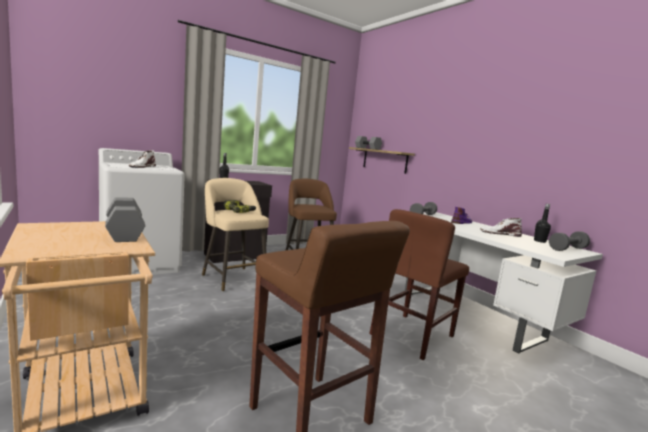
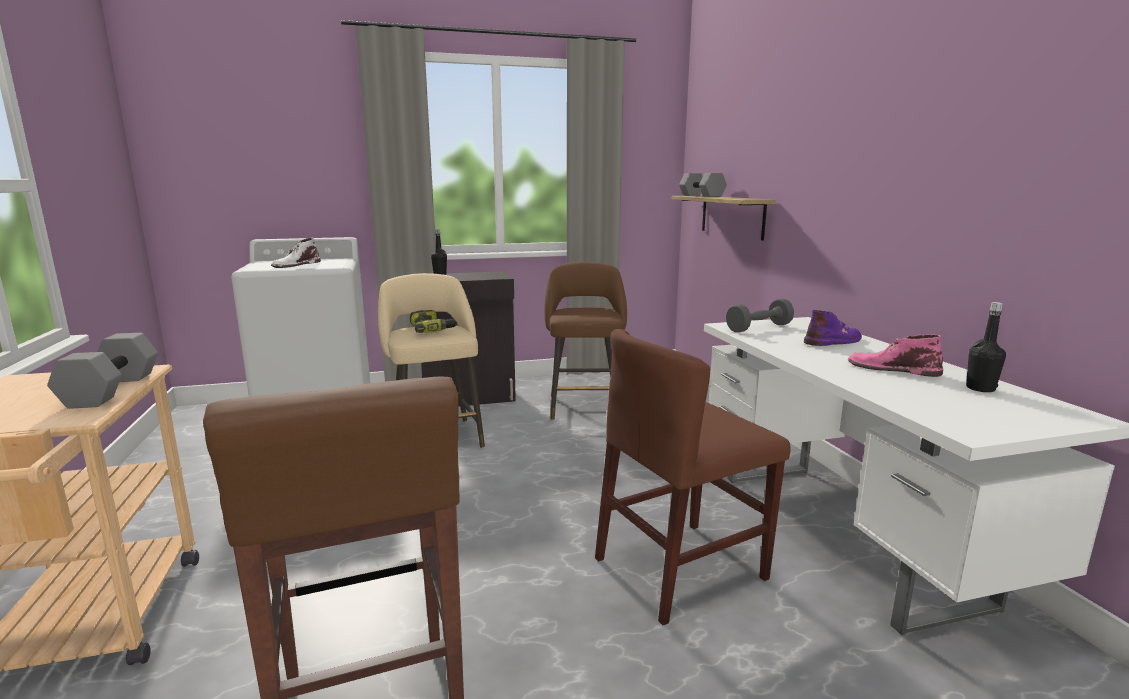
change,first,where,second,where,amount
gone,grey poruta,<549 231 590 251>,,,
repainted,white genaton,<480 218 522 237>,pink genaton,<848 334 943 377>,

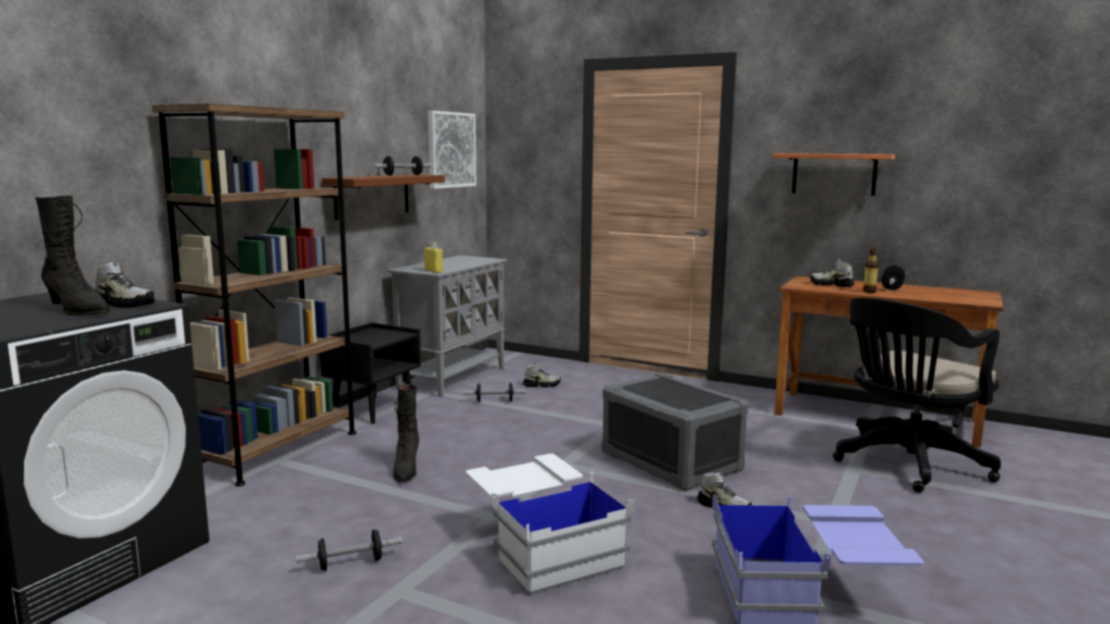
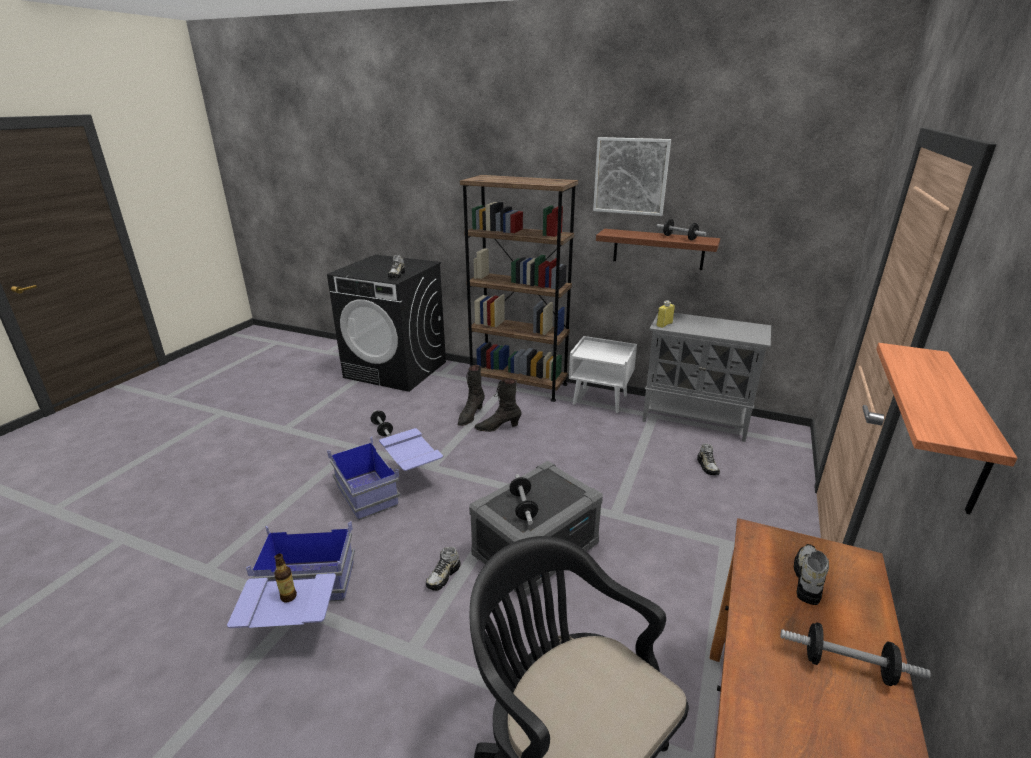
change,first,where,second,where,amount
shifted,black genaton,<36 196 110 316>,,<457 365 485 426>,
shifted,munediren,<428 111 476 189>,,<593 137 671 216>,
shifted,poruta,<464 382 526 402>,,<509 474 538 525>,
shifted,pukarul,<863 247 879 293>,,<274 554 297 603>,
repainted,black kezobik,<319 322 421 424>,white kezobik,<569 336 637 413>,
repainted,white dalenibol,<466 453 634 595>,blue dalenibol,<327 428 443 520>,

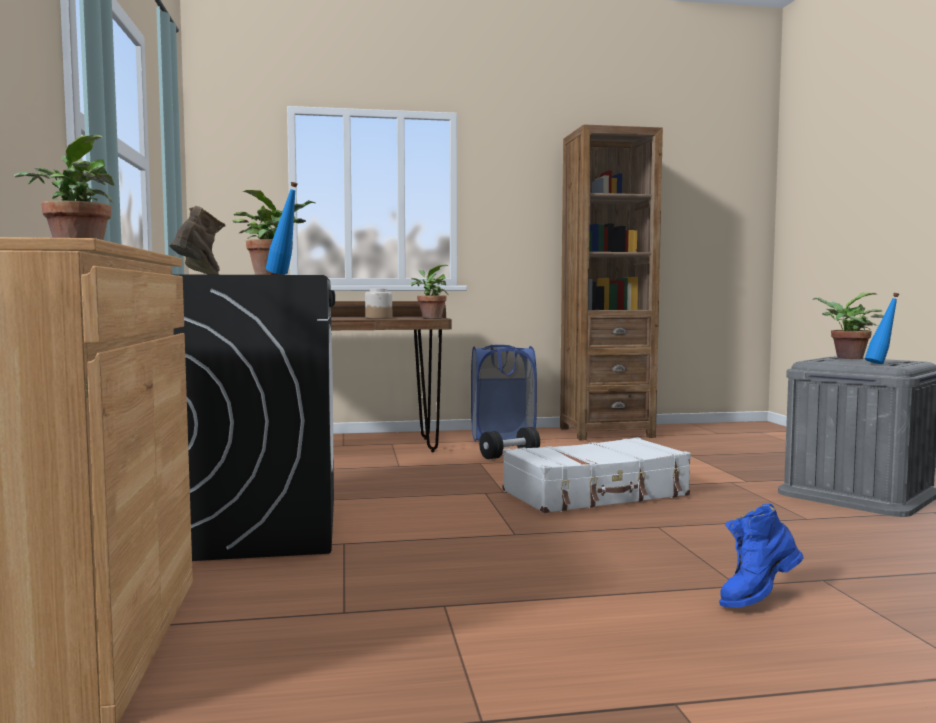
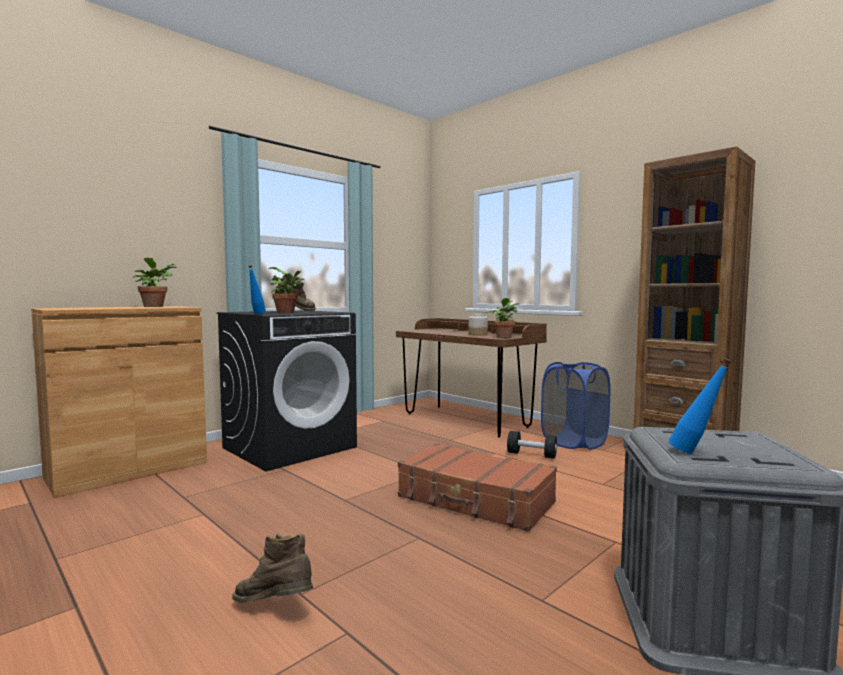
change,first,where,second,where,amount
gone,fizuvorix,<813 293 884 359>,,,
repainted,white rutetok,<502 437 691 513>,brown rutetok,<398 443 557 532>,
repainted,blue genaton,<719 503 804 608>,brown genaton,<232 533 313 603>,

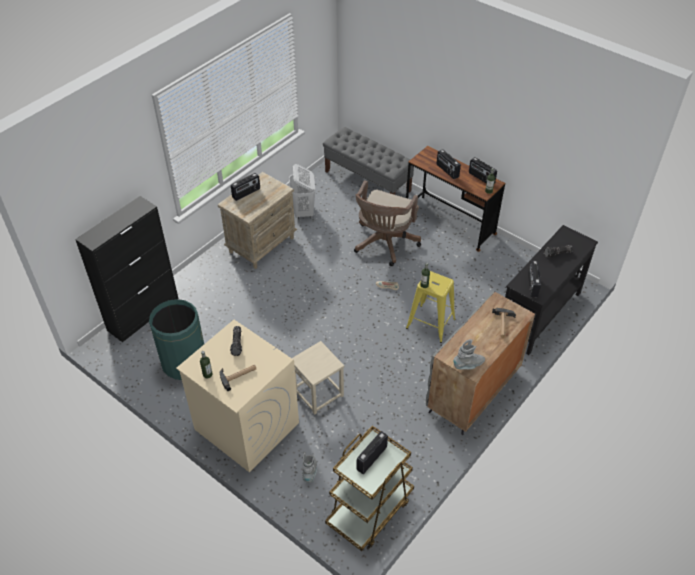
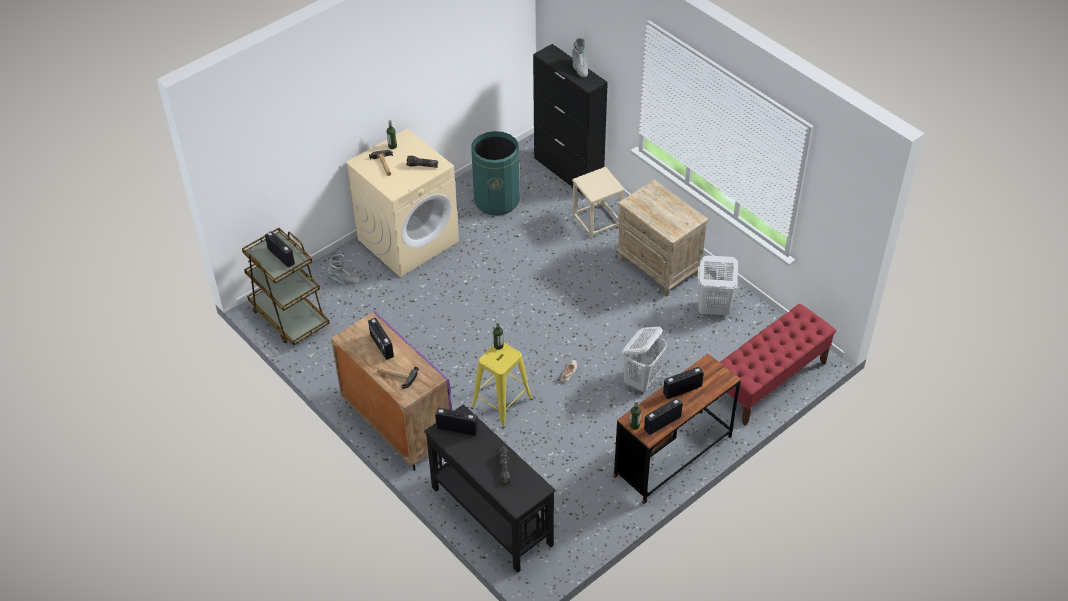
change,first,where,second,where,amount
shifted,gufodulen,<231 173 260 201>,,<368 318 394 360>,
shifted,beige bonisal,<292 341 344 415>,,<572 167 625 238>,
shifted,grey genaton,<453 339 485 370>,,<572 38 588 78>,
swapped,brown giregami,<354 180 421 266>,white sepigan,<622 327 667 392>,
repainted,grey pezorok,<323 127 414 195>,red pezorok,<718 304 836 426>,
repainted,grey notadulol,<426 291 535 435>,purple notadulol,<331 311 452 471>,

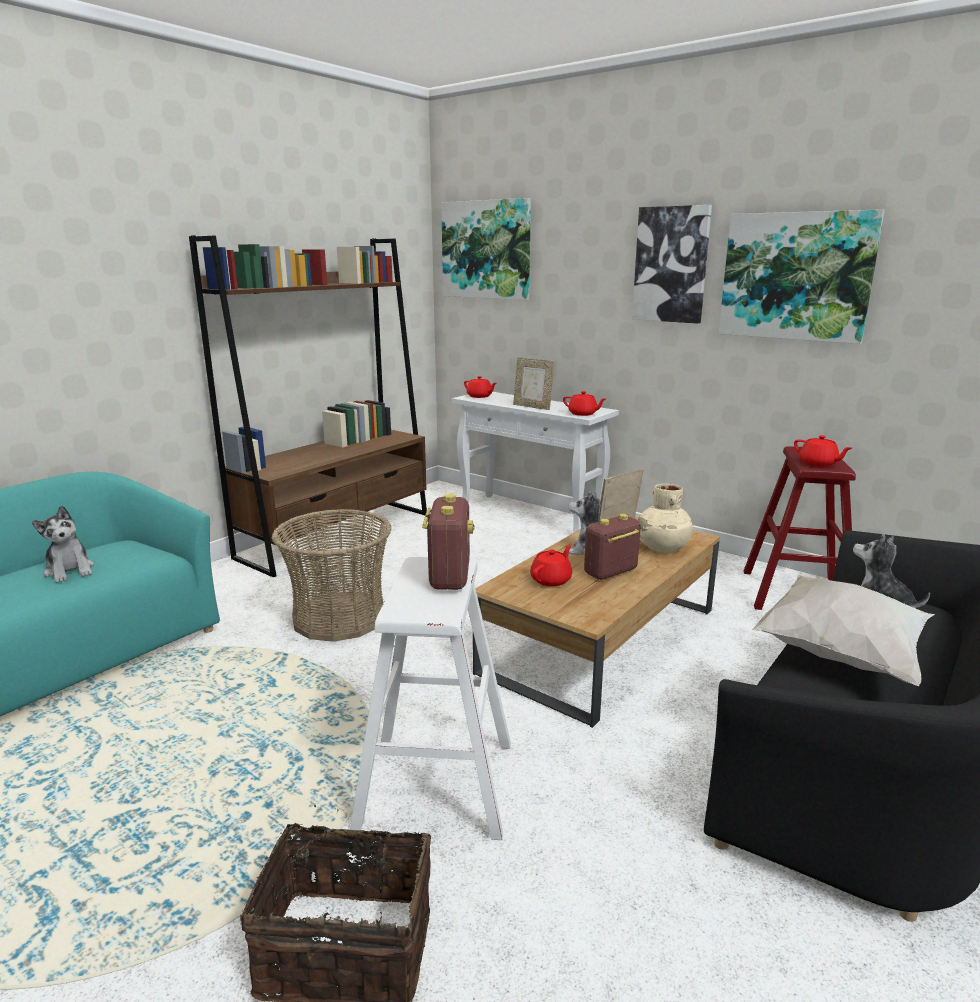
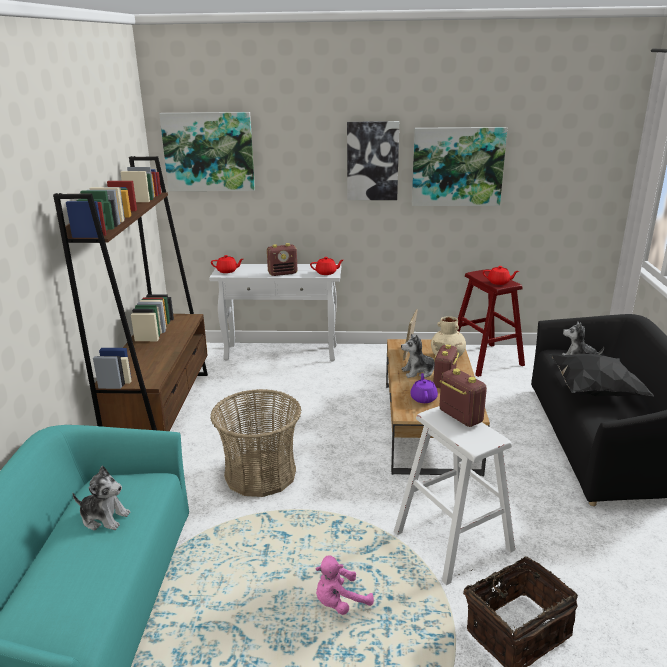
change,first,where,second,where,amount
new,,,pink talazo,<316 555 374 615>,
swapped,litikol,<513 357 555 410>,gufodulen,<267 243 298 276>,
repainted,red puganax,<530 545 572 586>,purple puganax,<410 373 438 403>,
repainted,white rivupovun,<752 574 935 686>,black rivupovun,<550 354 654 396>,

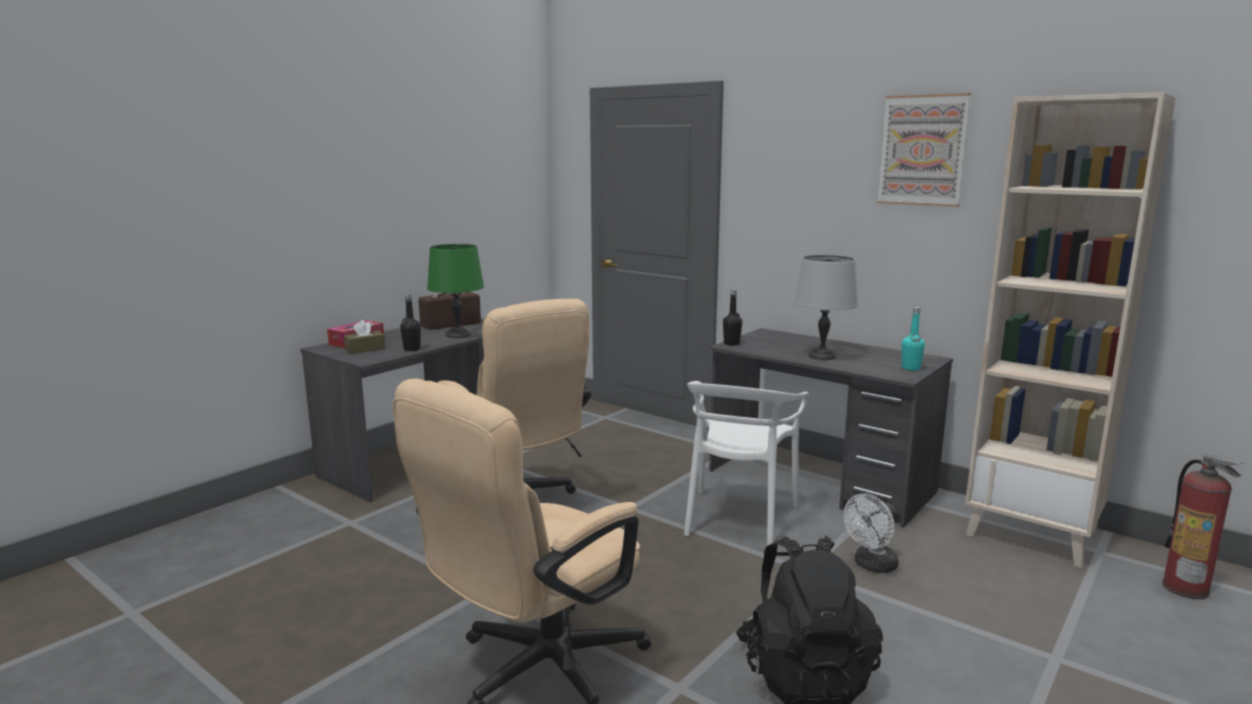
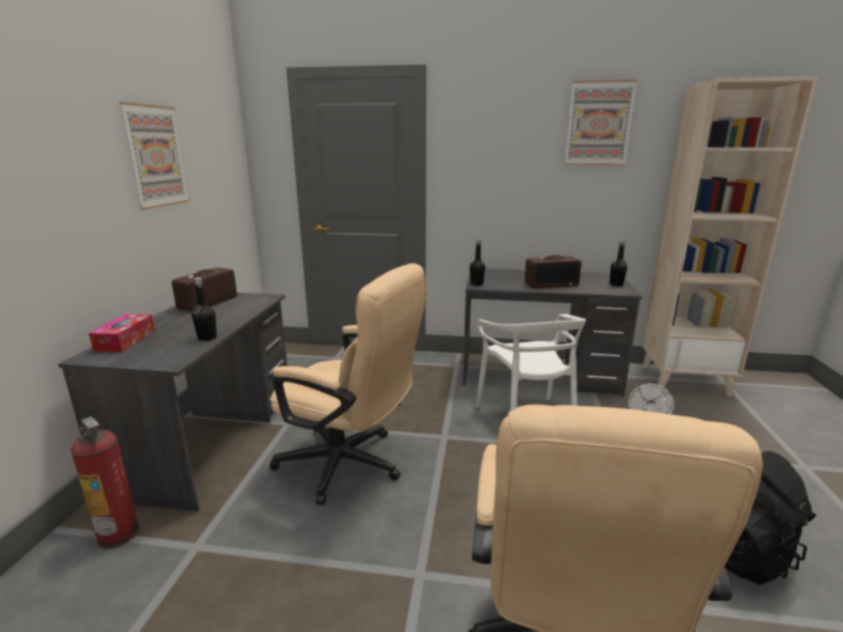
change,first,where,second,where,amount
gone,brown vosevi,<344 320 385 354>,,,
gone,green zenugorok,<427 244 484 338>,,,
new,,,munediren,<119 102 189 210>,
shifted,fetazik,<1162 455 1244 599>,,<71 417 140 549>,
swapped,grey zenugorok,<794 255 858 360>,gufodulen,<525 255 582 288>,
repainted,turquoise pukarul,<902 307 925 371>,black pukarul,<610 240 627 286>,

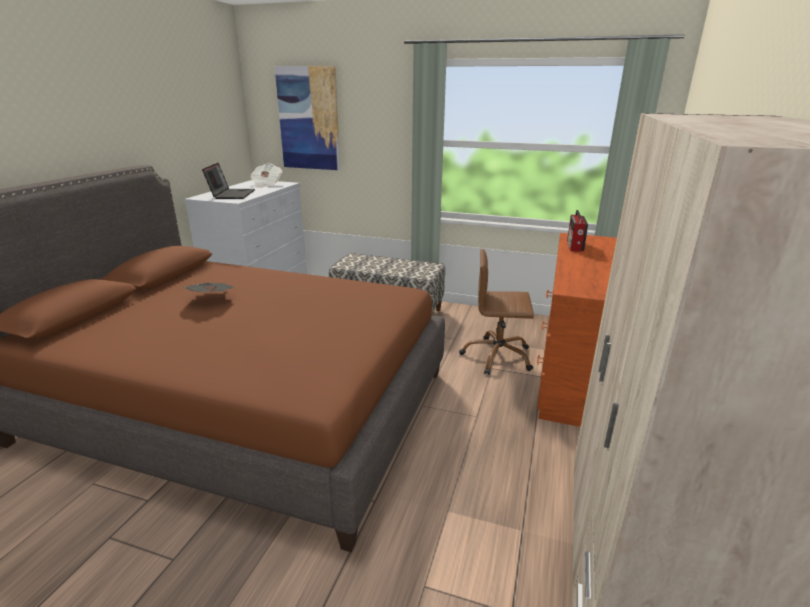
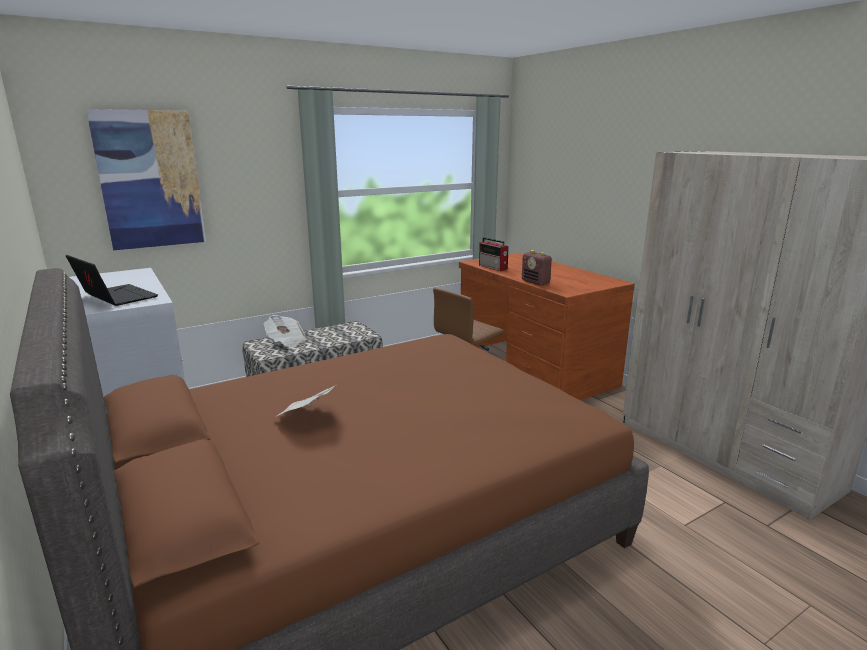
change,first,where,second,where,amount
new,,,gufodulen,<522 250 552 286>,
shifted,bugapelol,<250 163 282 188>,,<263 315 306 348>,

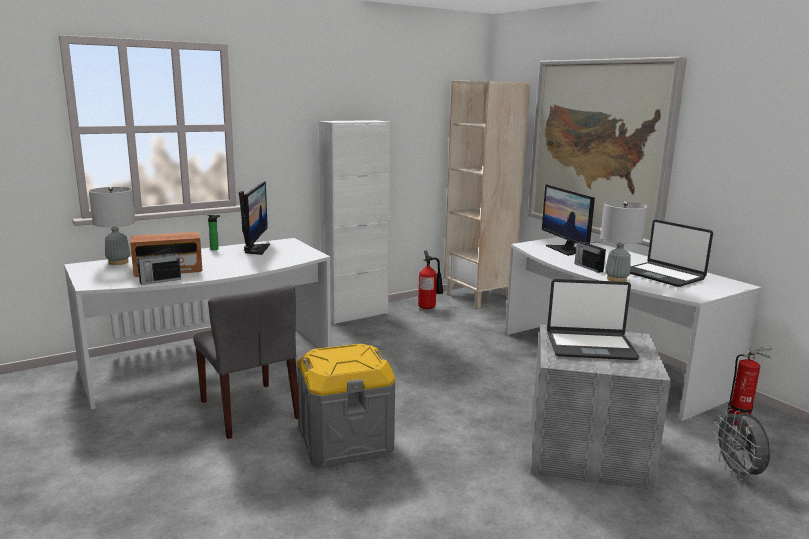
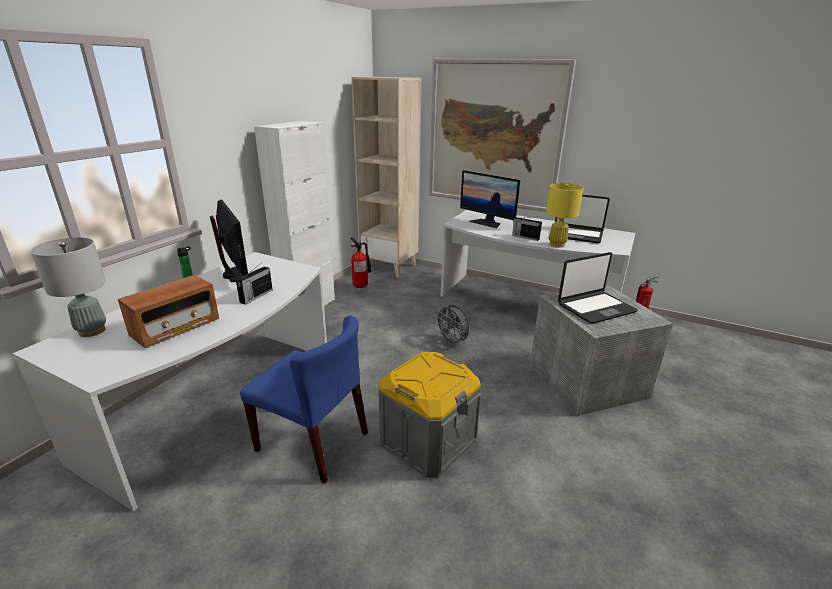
change,first,where,second,where,amount
shifted,gufodulen,<136 248 181 285>,,<236 264 273 305>,
shifted,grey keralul,<713 409 770 480>,,<435 304 469 347>,
repainted,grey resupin,<193 285 299 439>,blue resupin,<240 315 368 484>,
repainted,grey zenugorok,<601 201 647 282>,yellow zenugorok,<546 183 584 248>,

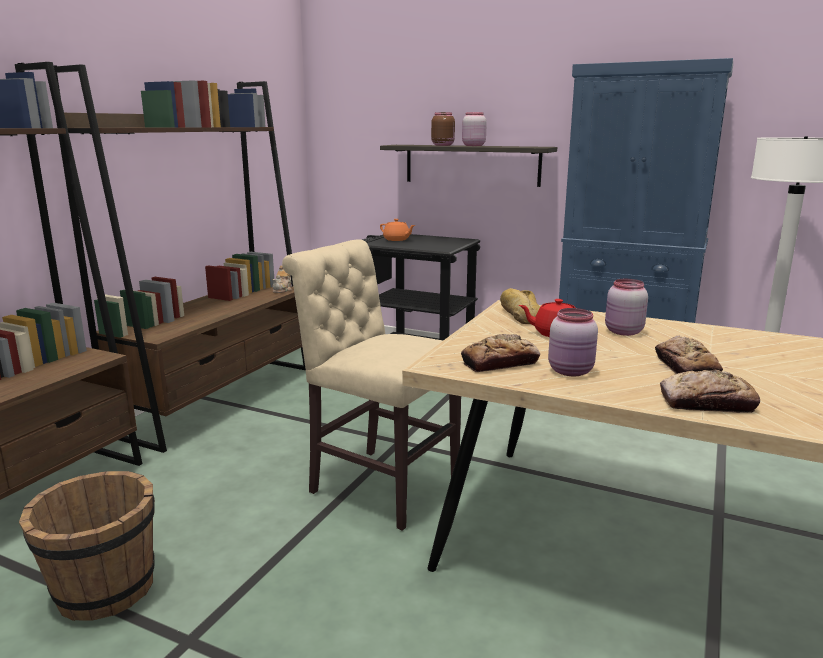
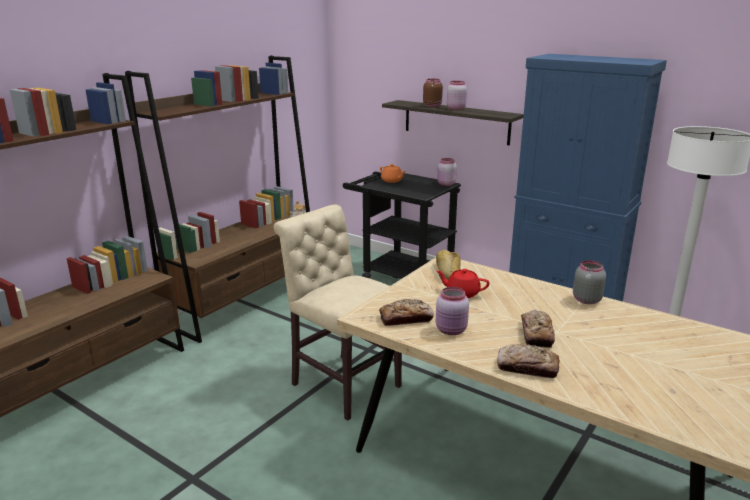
change,first,where,second,where,amount
gone,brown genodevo,<19 471 155 621>,,,
new,,,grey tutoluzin,<573 260 606 304>,
shifted,pink tutoluzin,<605 279 648 336>,,<437 158 457 186>,

